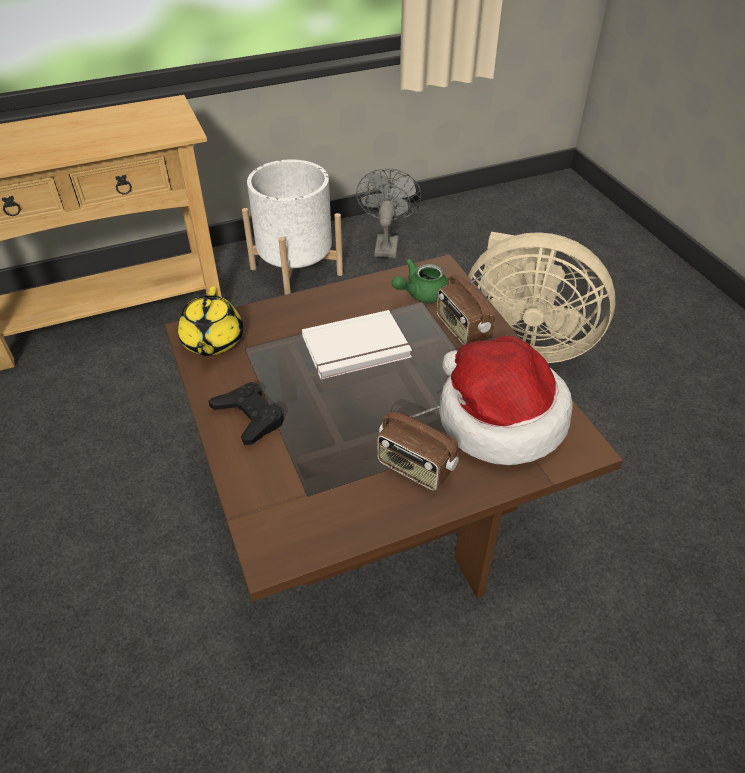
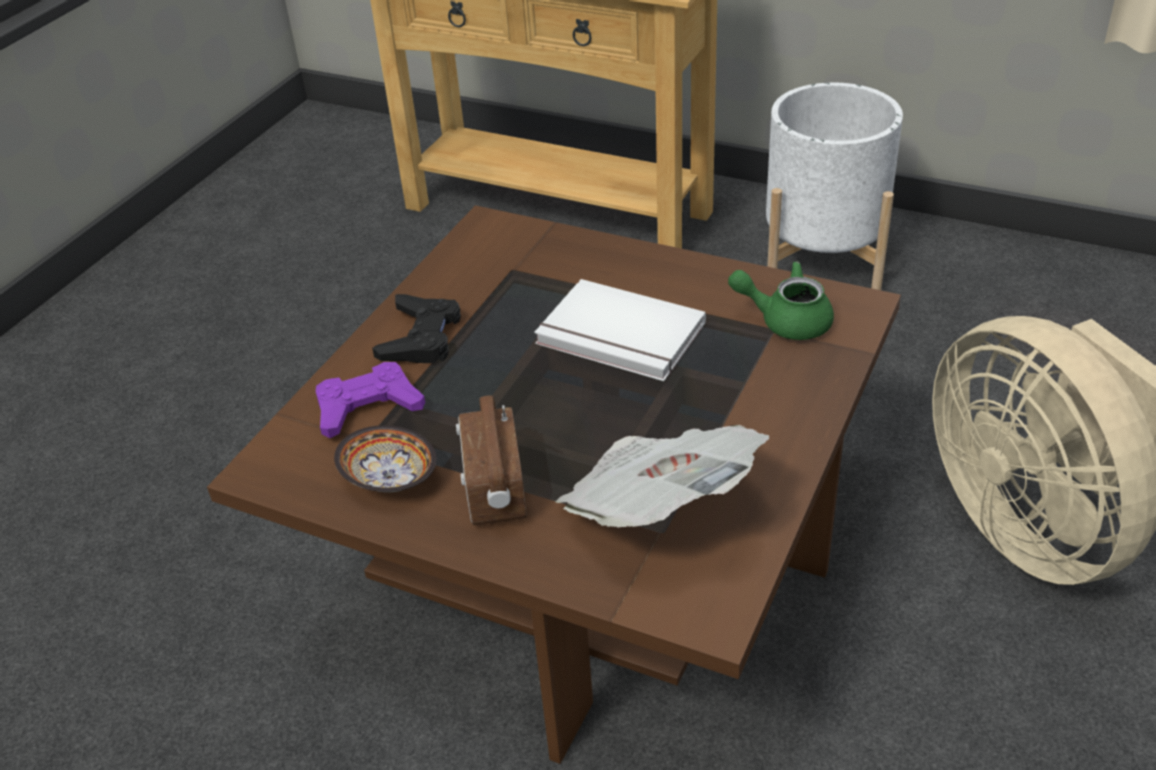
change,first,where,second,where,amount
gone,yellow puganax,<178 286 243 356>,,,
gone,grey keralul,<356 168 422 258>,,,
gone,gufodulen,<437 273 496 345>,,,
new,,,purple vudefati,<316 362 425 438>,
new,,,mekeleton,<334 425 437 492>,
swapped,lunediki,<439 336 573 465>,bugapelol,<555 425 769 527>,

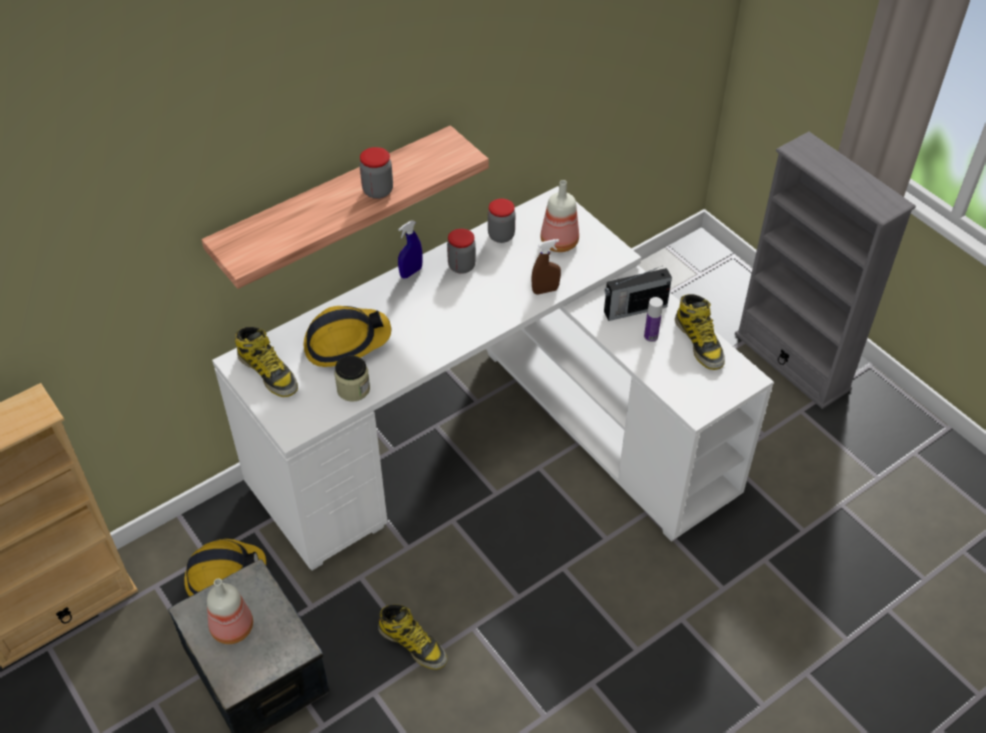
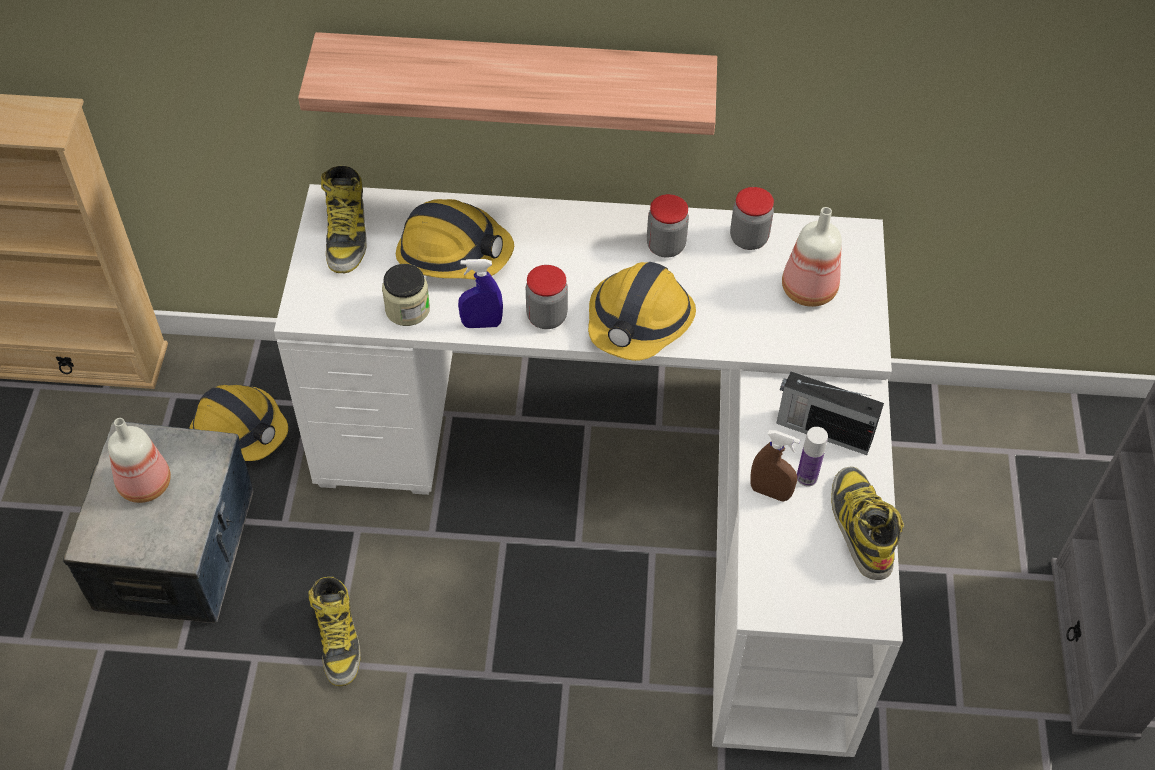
change,first,where,second,where,amount
new,,,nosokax,<588 262 696 361>,
shifted,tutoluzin,<360 147 393 199>,,<526 265 568 329>,
shifted,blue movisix,<398 220 422 278>,,<458 259 503 328>,
shifted,brown movisix,<531 239 561 295>,,<750 430 801 502>,
rotated,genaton,<675 294 725 370>,,<831 467 904 580>,150 degrees clockwise

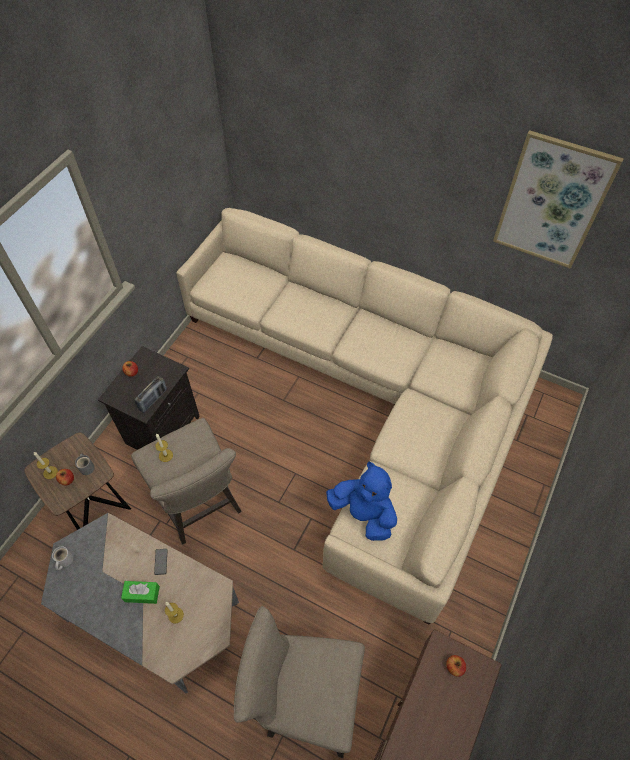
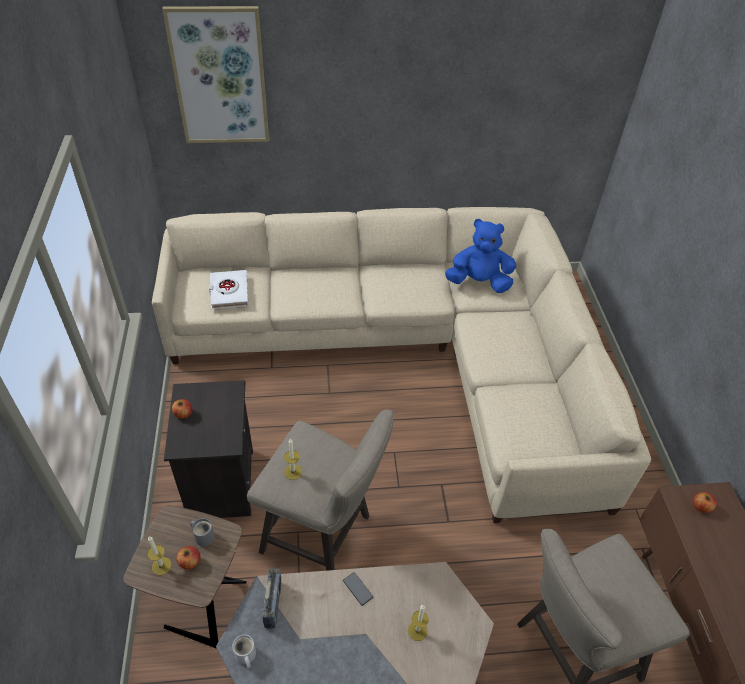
change,first,where,second,where,amount
gone,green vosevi,<121 581 160 604>,,,
new,,,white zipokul,<209 270 249 309>,
shifted,gufodulen,<134 376 167 413>,,<263 568 281 628>,
shifted,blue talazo,<326 462 397 541>,,<445 219 516 293>,
shifted,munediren,<493 130 624 269>,,<162 6 269 143>,

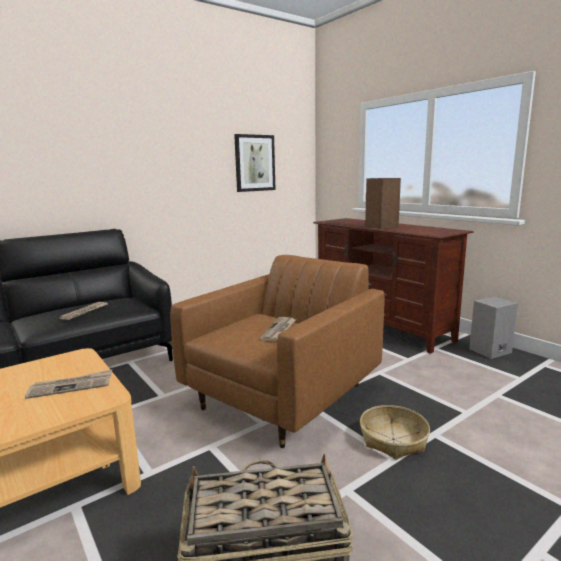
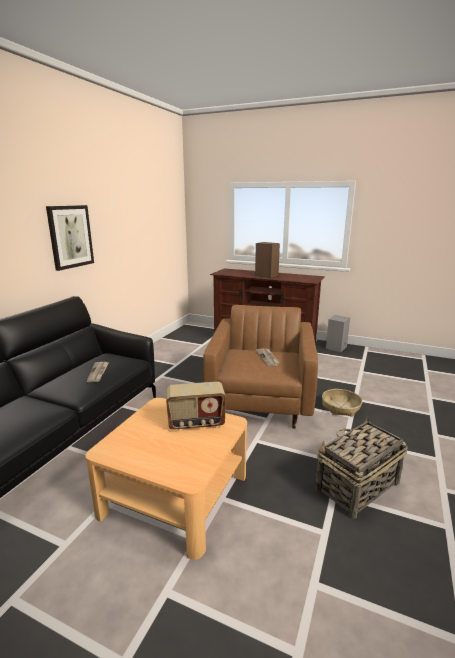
change,first,where,second,where,amount
shifted,munediren,<234 134 275 192>,,<46 205 94 271>,
swapped,bugapelol,<25 370 112 399>,gufodulen,<166 382 226 430>,

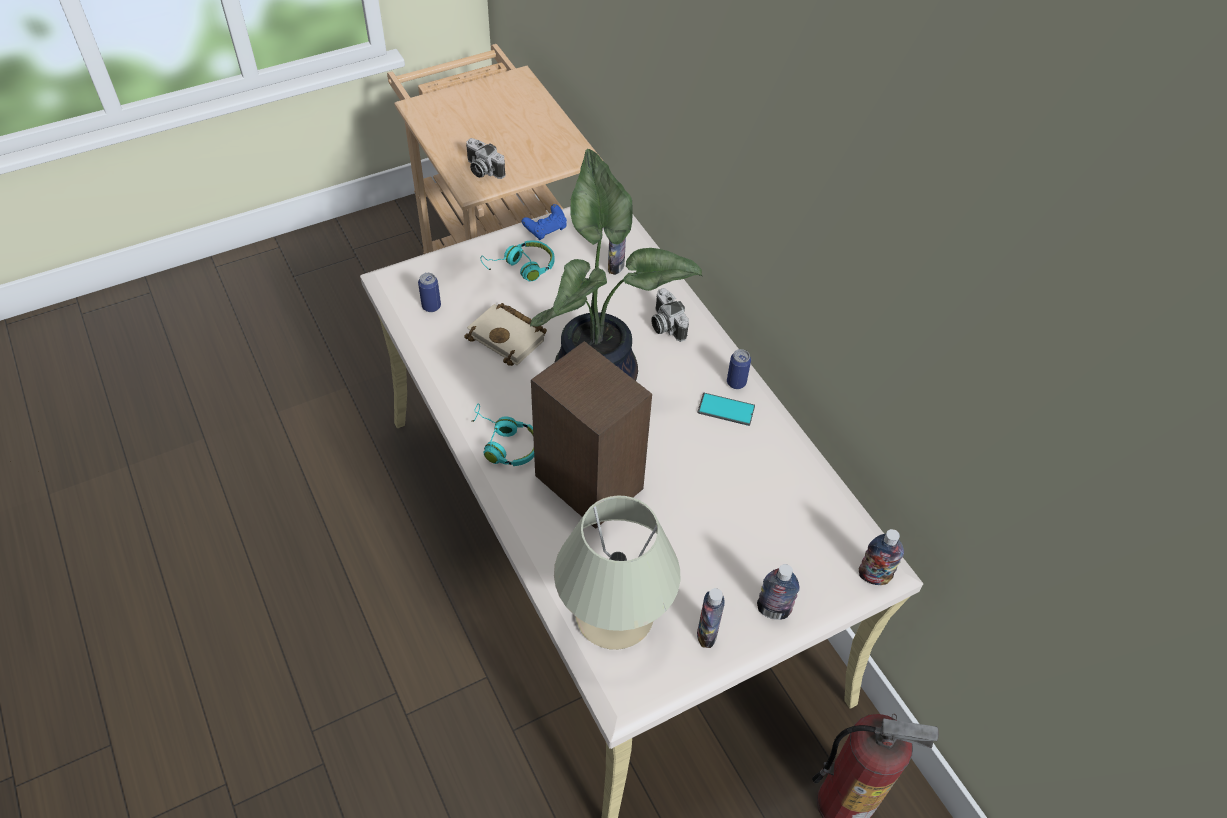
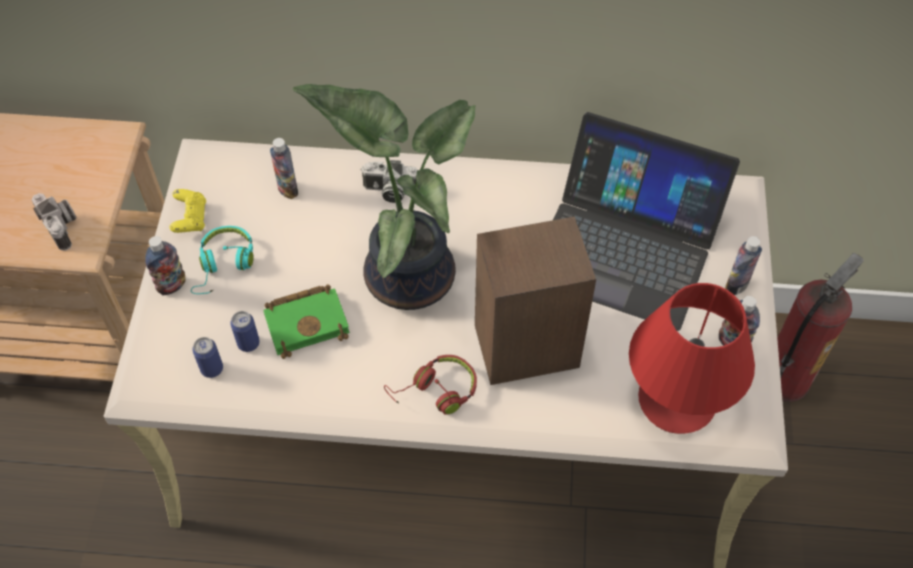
change,first,where,second,where,amount
gone,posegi,<697 393 755 426>,,,
new,,,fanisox,<553 112 740 331>,
shifted,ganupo,<727 349 751 389>,,<230 311 260 352>,
shifted,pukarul,<859 529 904 585>,,<145 236 186 295>,
repainted,beige zipokul,<464 303 547 366>,green zipokul,<263 284 350 359>,
repainted,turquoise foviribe,<472 403 534 466>,red foviribe,<384 355 477 415>,
repainted,blue vudefati,<522 204 567 240>,yellow vudefati,<169 189 206 233>,
repainted,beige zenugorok,<554 496 680 650>,red zenugorok,<629 283 755 434>,
rotated,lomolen,<466 138 506 179>,,<32 193 77 251>,105 degrees counterclockwise

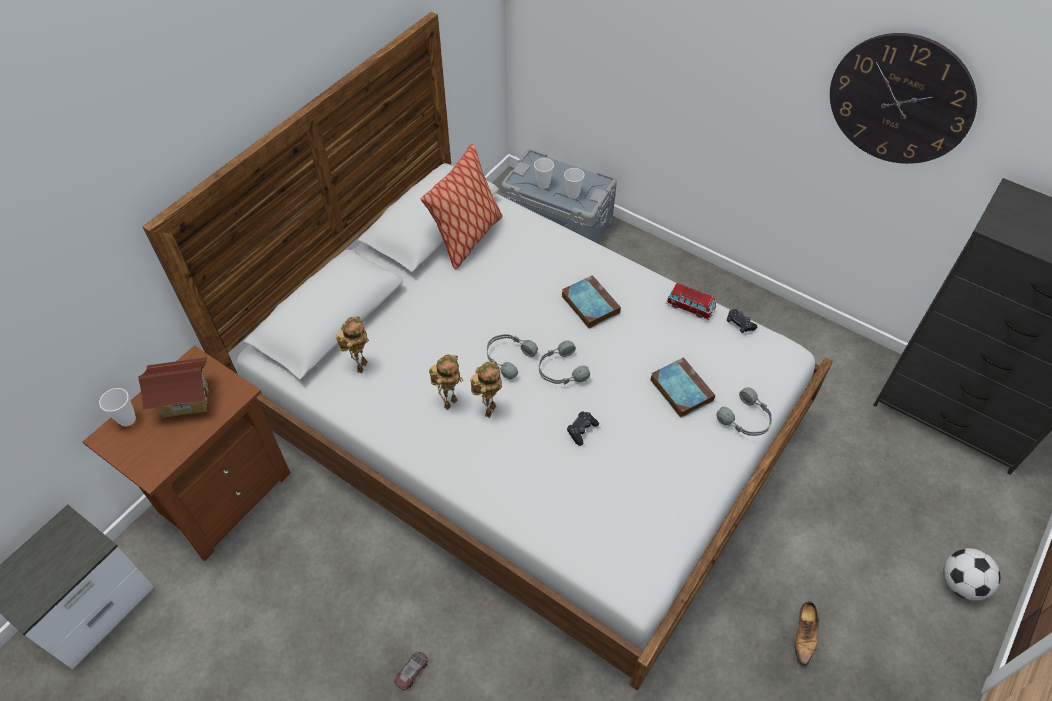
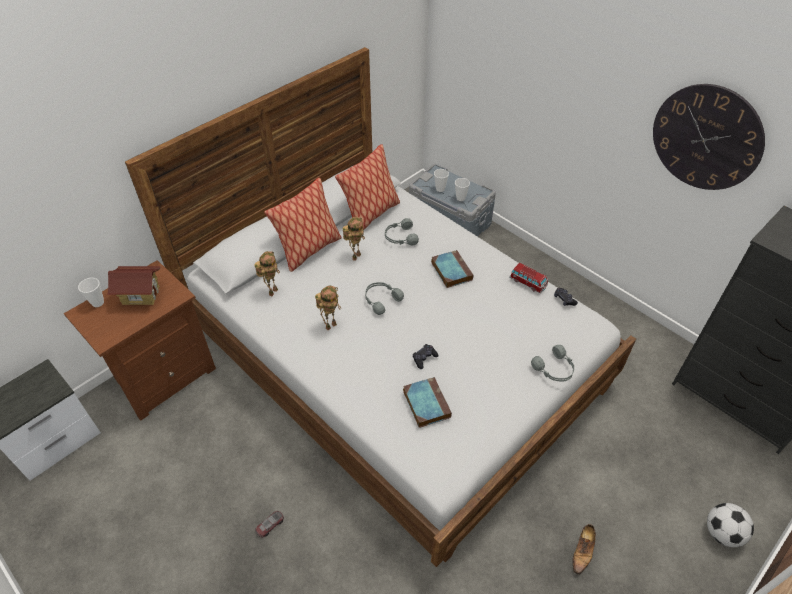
change,first,where,second,where,amount
new,,,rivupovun,<264 178 342 272>,
shifted,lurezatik,<470 361 502 418>,,<343 217 365 261>,
shifted,grey foviribe,<539 340 590 385>,,<385 218 419 246>,
shifted,zipokul,<650 357 715 418>,,<403 377 452 428>,

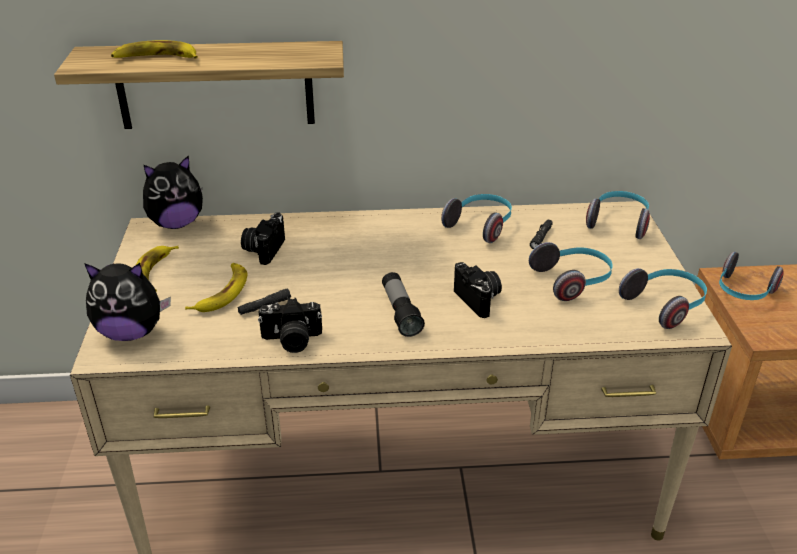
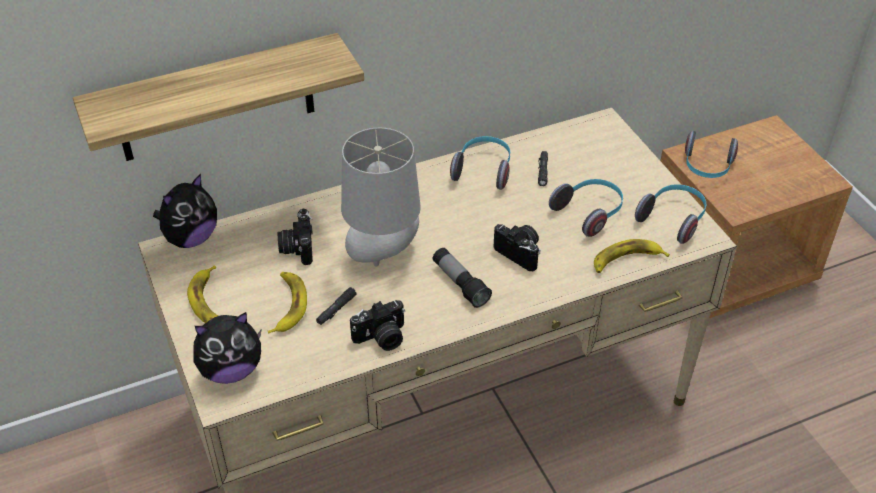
change,first,where,second,where,amount
gone,foviribe,<586 191 650 239>,,,
new,,,grey zenugorok,<341 128 421 266>,
shifted,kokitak,<111 40 198 59>,,<594 239 670 273>,

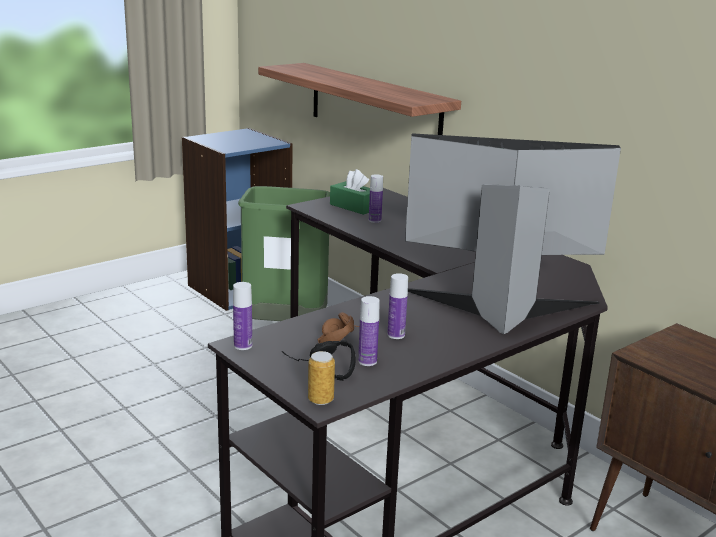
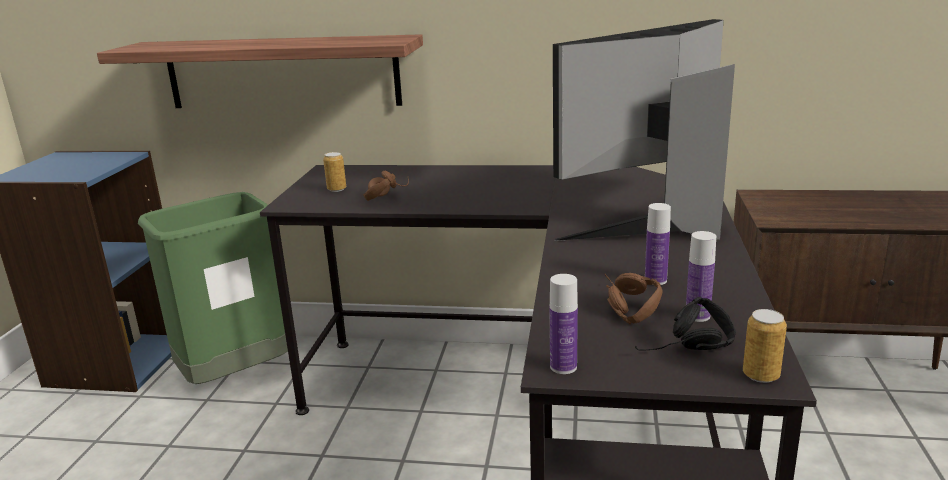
change,first,where,second,where,amount
swapped,green vosevi,<330 169 370 215>,ganupo,<323 152 346 192>,
swapped,pukarul,<369 175 383 223>,brown foviribe,<363 171 409 201>,

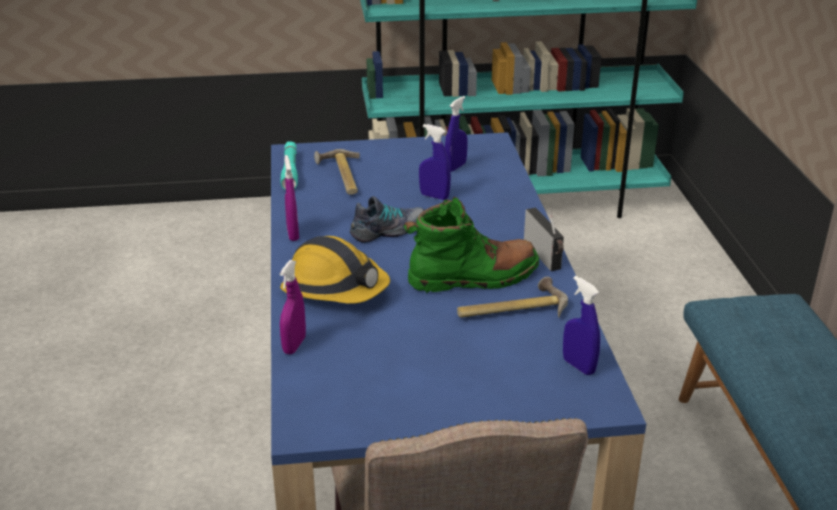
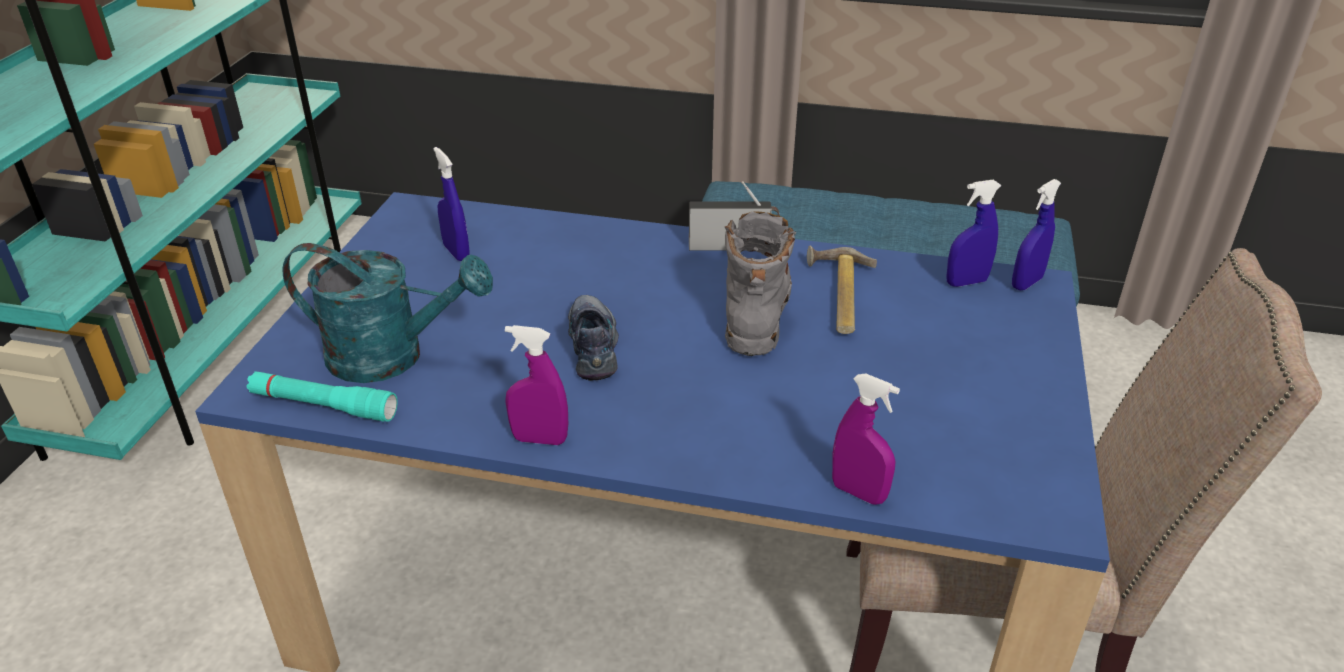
change,first,where,second,where,amount
gone,nosokax,<280 236 390 303>,,,
shifted,blue movisix,<419 124 451 200>,,<1012 179 1061 290>,
swapped,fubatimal,<314 149 360 195>,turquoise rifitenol,<282 243 493 383>,
repainted,green genaton,<404 197 539 293>,grey genaton,<725 211 796 356>,

